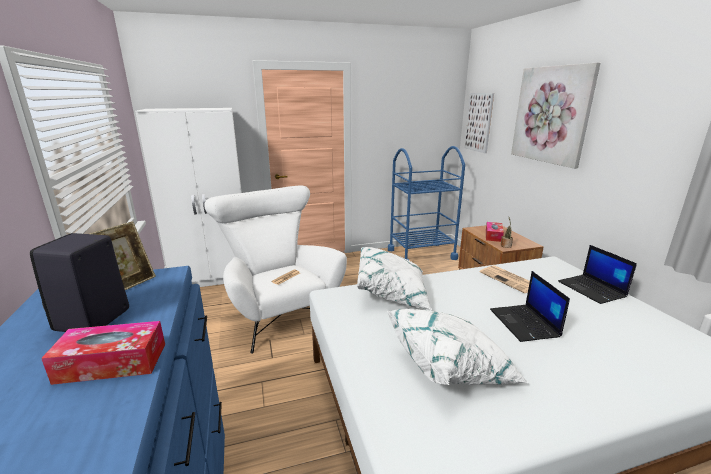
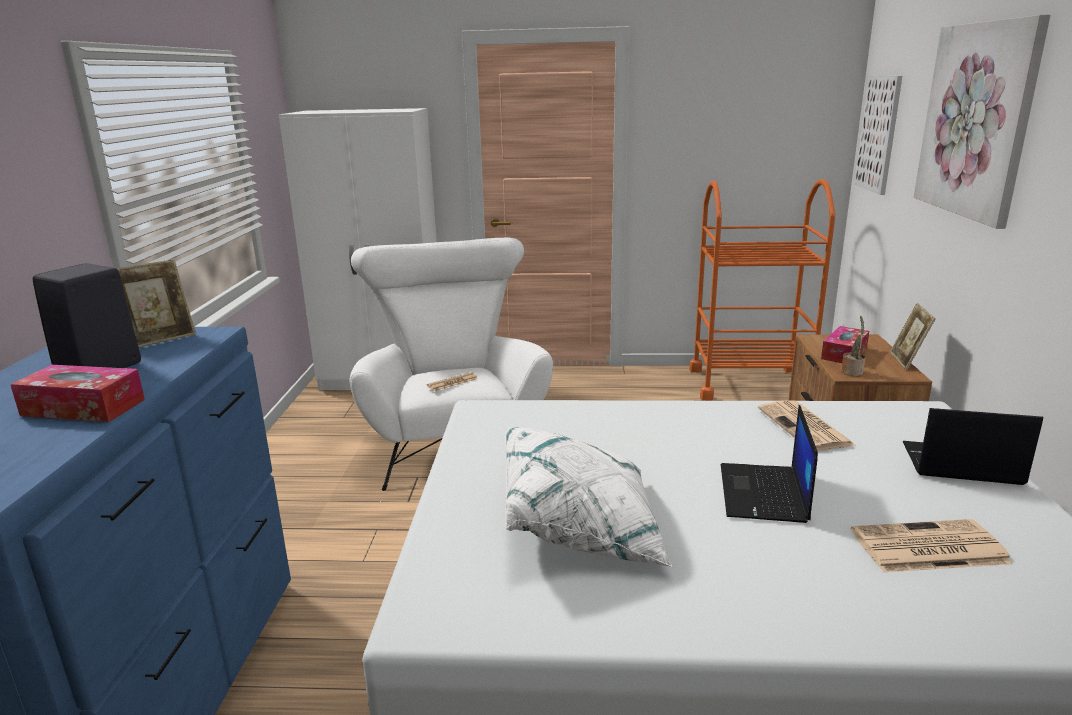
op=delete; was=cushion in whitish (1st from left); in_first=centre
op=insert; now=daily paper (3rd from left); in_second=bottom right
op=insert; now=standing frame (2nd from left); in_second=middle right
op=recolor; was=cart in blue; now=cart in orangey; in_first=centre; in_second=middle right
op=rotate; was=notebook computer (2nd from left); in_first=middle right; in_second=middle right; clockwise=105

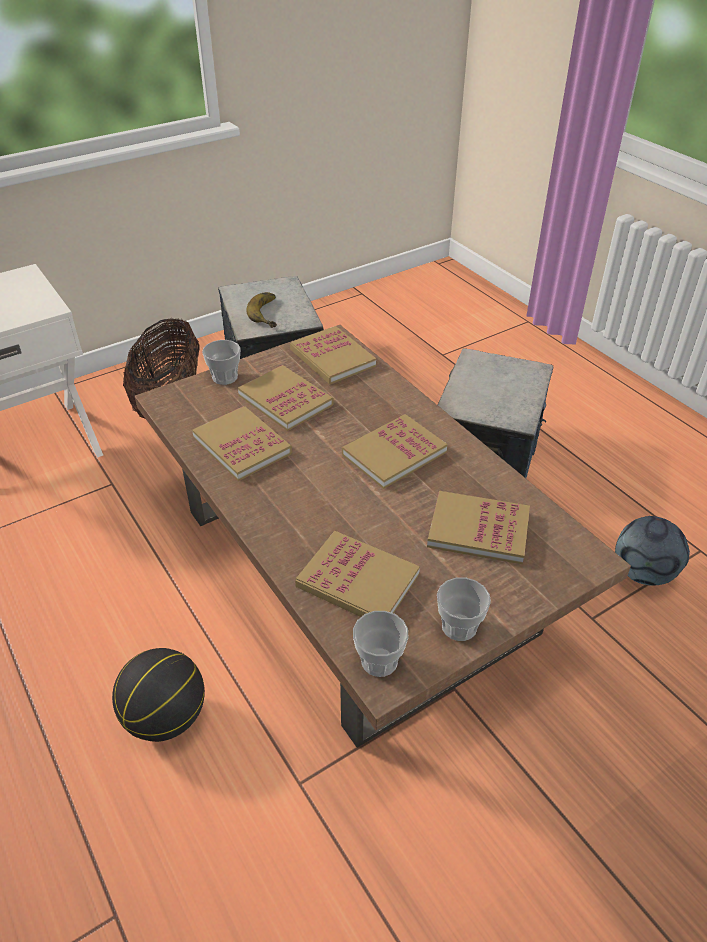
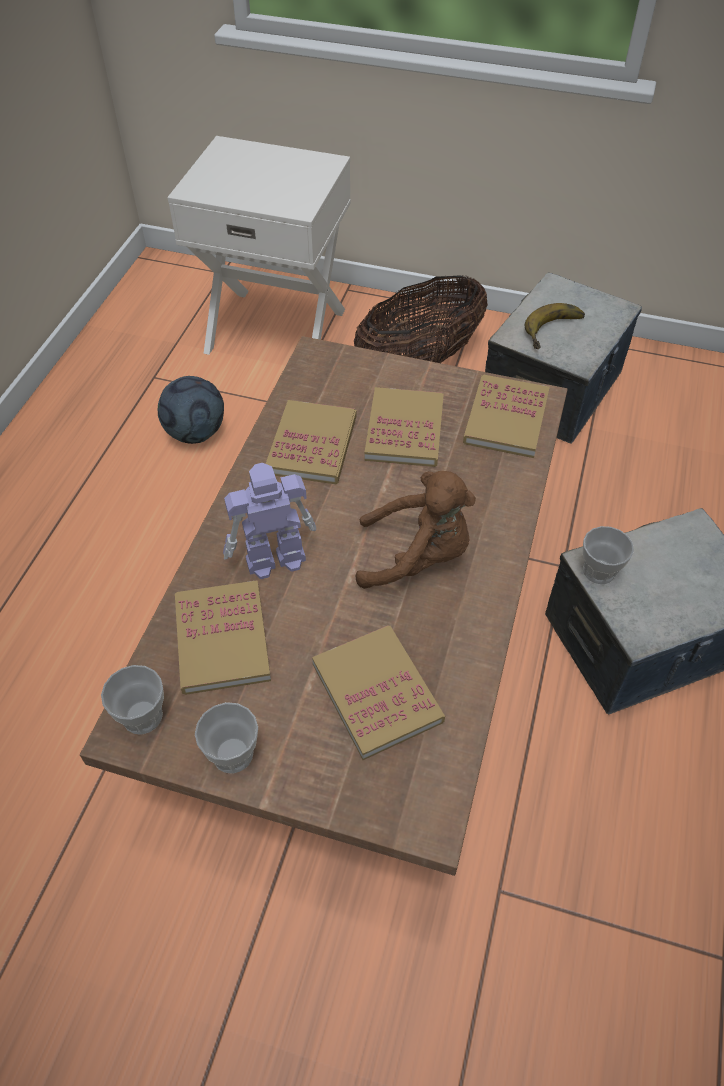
op=delete; was=basketball ball; in_first=bottom left
op=insert; now=robot figure; in_second=centre
op=move; was=drinking cup (1st from left in the first image); now=drinking cup (3rd from left); in_first=middle left; in_second=middle right
op=move; was=ball for football; in_first=middle right; in_second=middle left
op=replace; was=book (5th from left); now=soft toy in brown; in_first=centre; in_second=centre

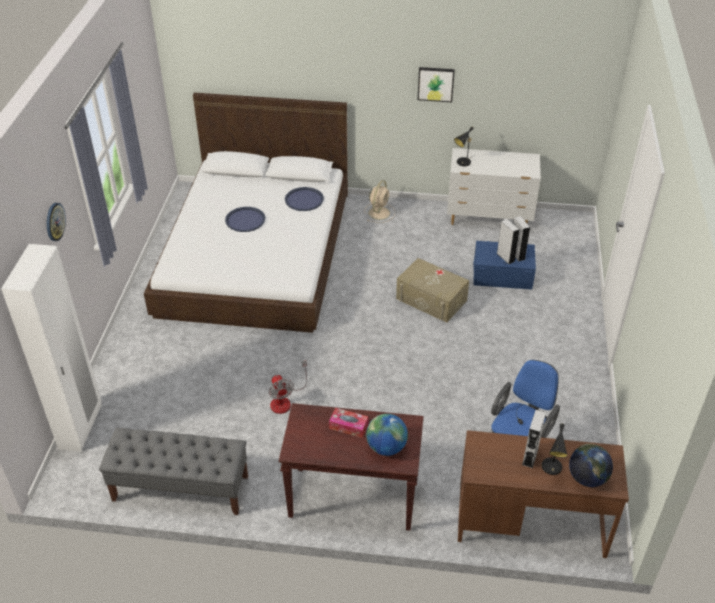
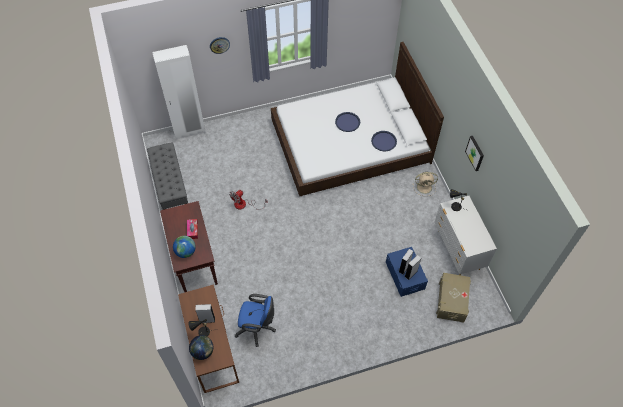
op=move; was=storage box in sand-coloured; in_first=centre; in_second=bottom right

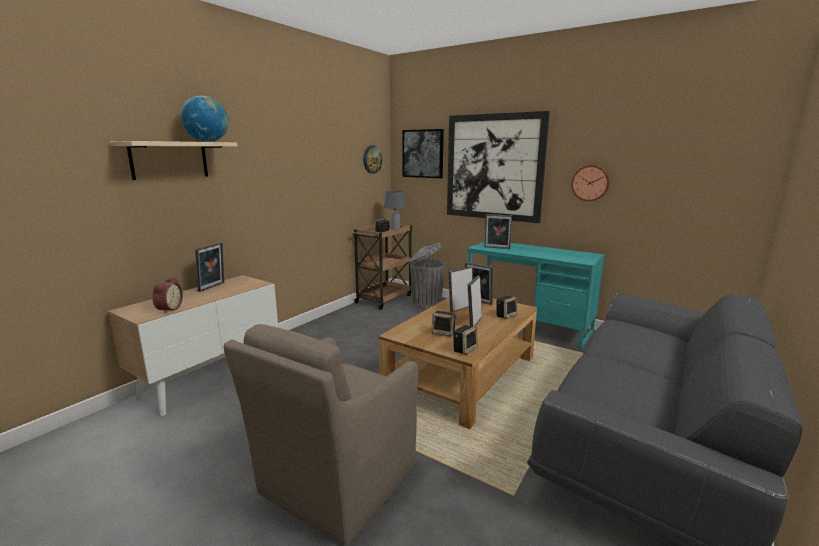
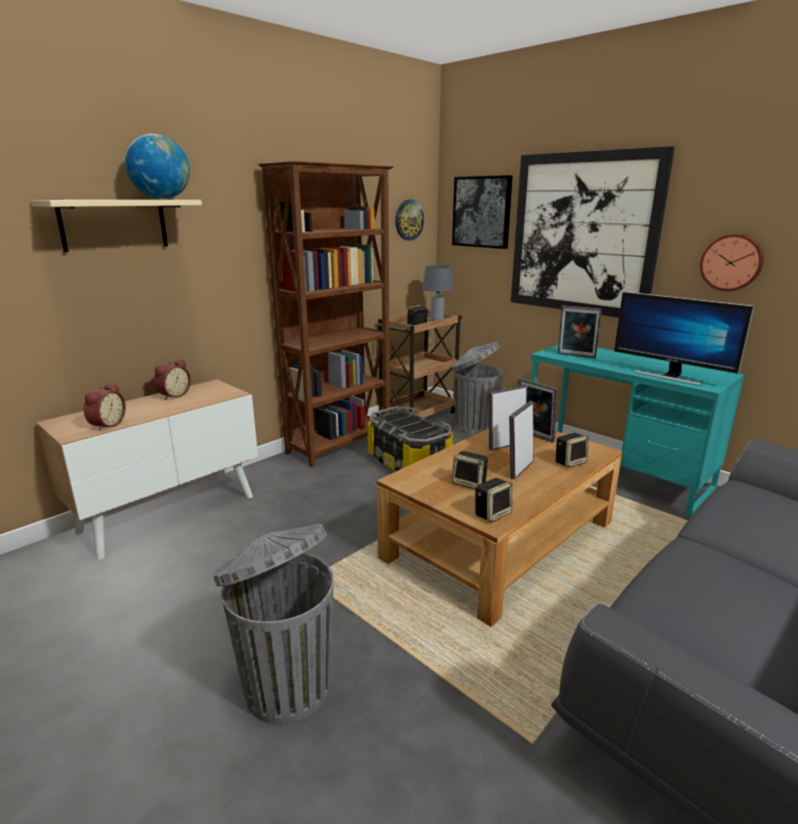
op=insert; now=bookshelf in brown; in_second=centre
op=insert; now=storage box; in_second=centre
op=insert; now=monitor; in_second=middle right
op=replace; was=standing frame (1st from left); now=alarm clock (2nd from left); in_first=middle left; in_second=middle left
op=replace; was=lounge chair in brown; now=waste bin in greyish (1st from left); in_first=bottom centre; in_second=bottom centre

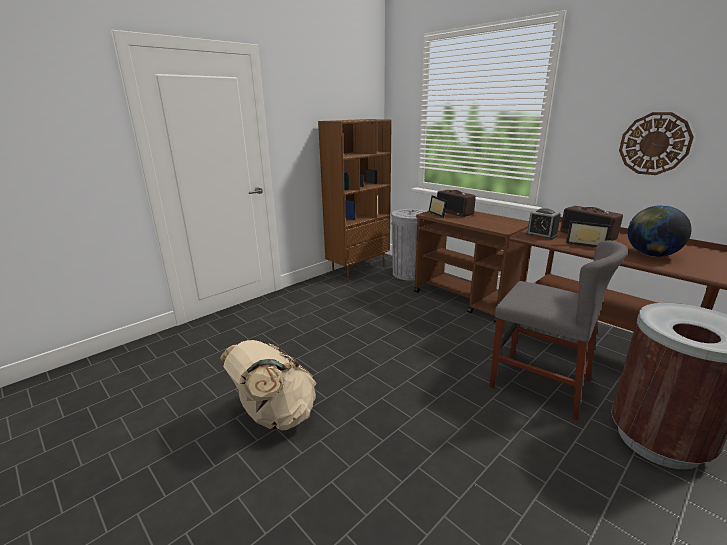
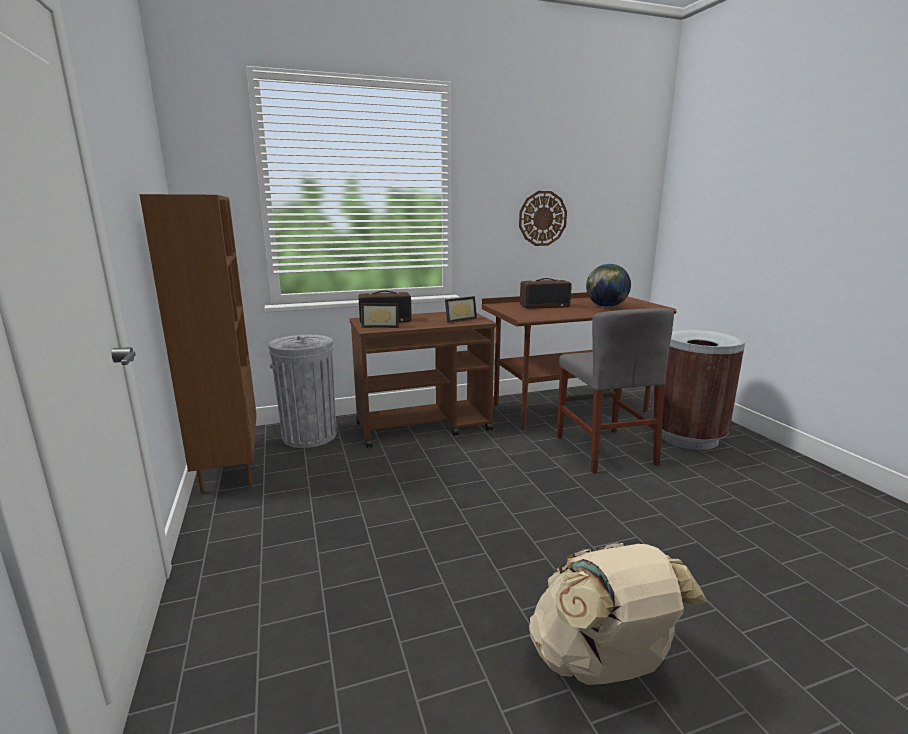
op=delete; was=alarm clock; in_first=middle right
op=move; was=standing frame (2nd from left); in_first=middle right; in_second=centre
op=rotate; was=plain chair in greyish; in_first=middle right; in_second=middle right; clockwise=105

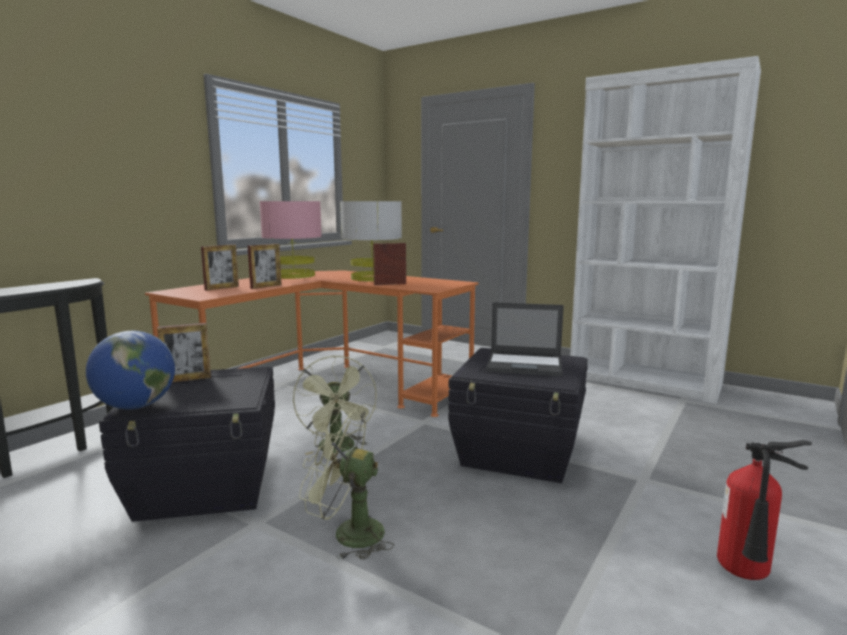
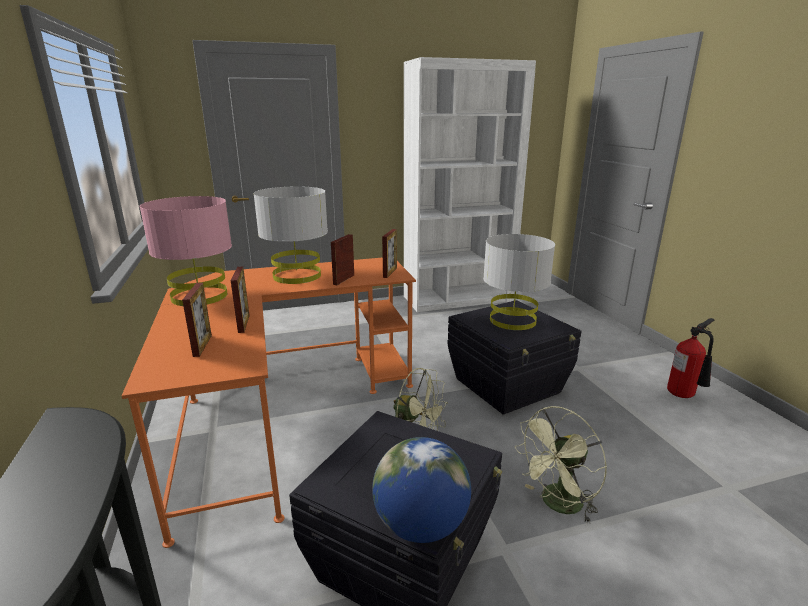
op=move; was=standing frame (1st from left in the first image); now=standing frame (4th from left); in_first=middle left; in_second=centre
op=replace; was=notebook computer; now=tabletop lamp in greyish (2nd from left); in_first=centre; in_second=centre

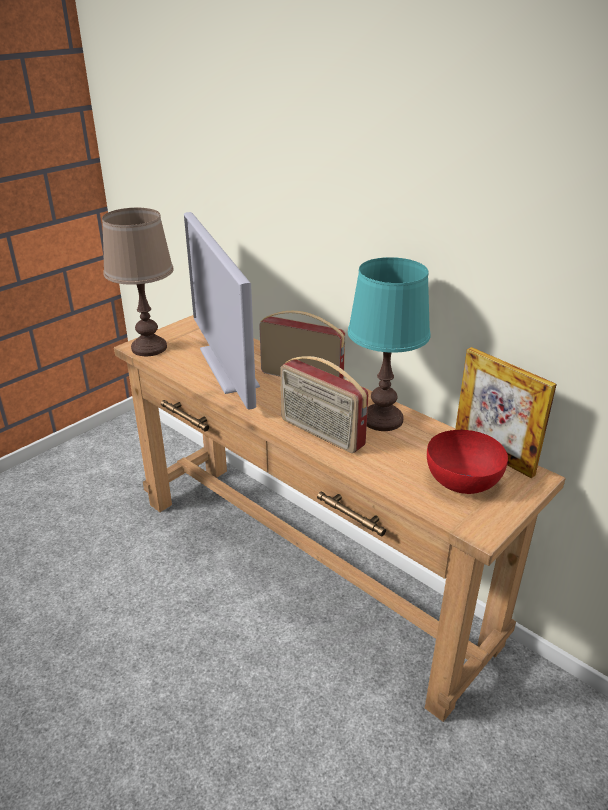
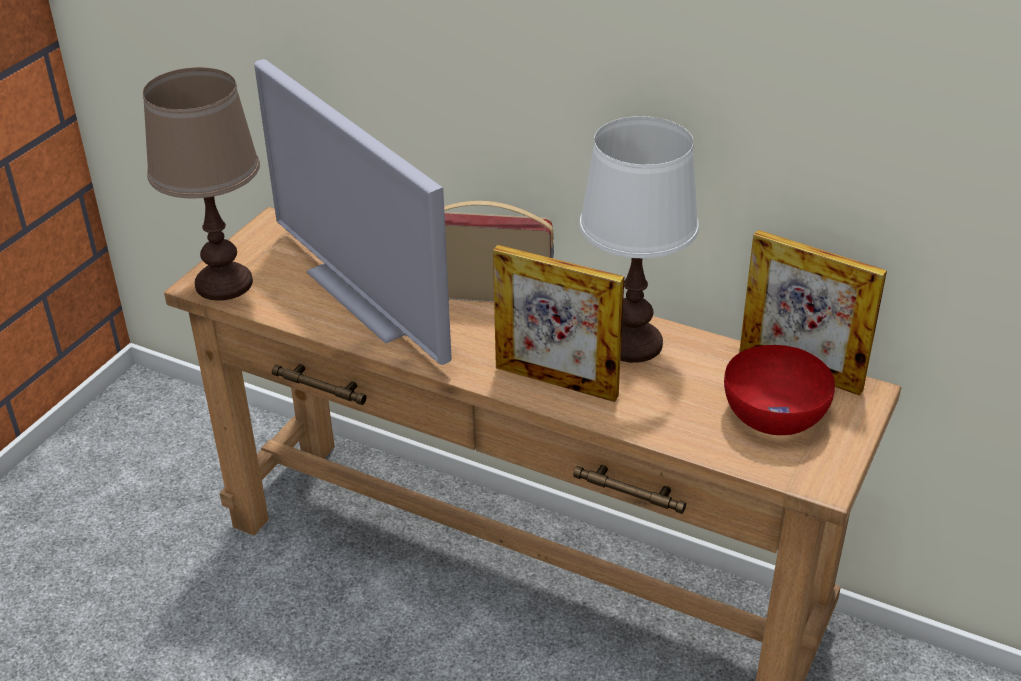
op=replace; was=radio receiver (2nd from left); now=standing frame (1st from left); in_first=centre; in_second=centre
op=recolor; was=tabletop lamp in turquoise; now=tabletop lamp in whitish; in_first=centre; in_second=centre

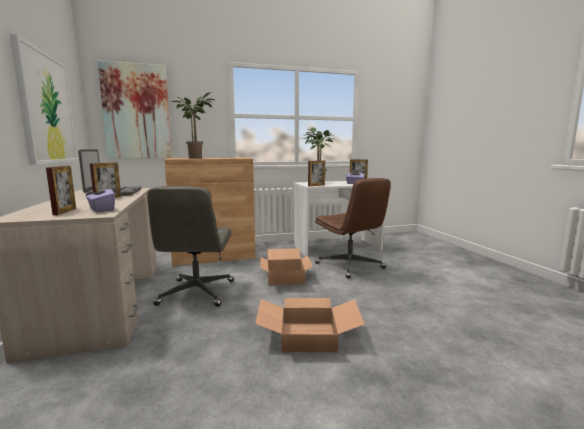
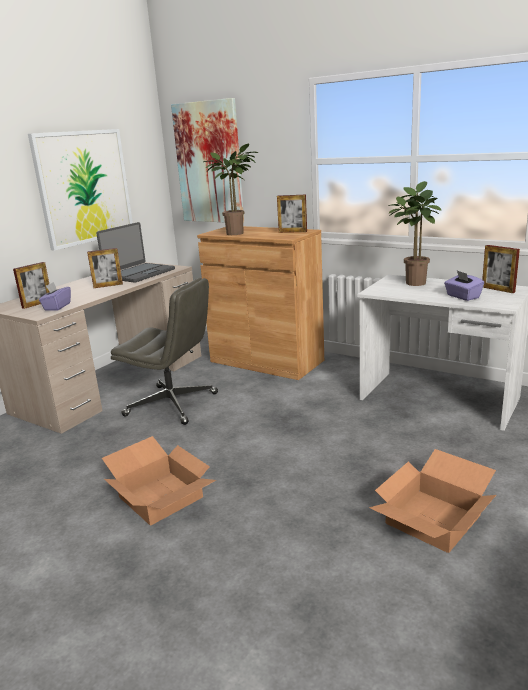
op=delete; was=computer chair in brown; in_first=centre
op=move; was=carton (1st from left in the first image); now=carton (2nd from left); in_first=centre; in_second=bottom right
op=move; was=standing frame (3rd from left); in_first=centre; in_second=top centre
op=rotate; was=computer chair in greyish; in_first=middle left; in_second=middle left; clockwise=-120

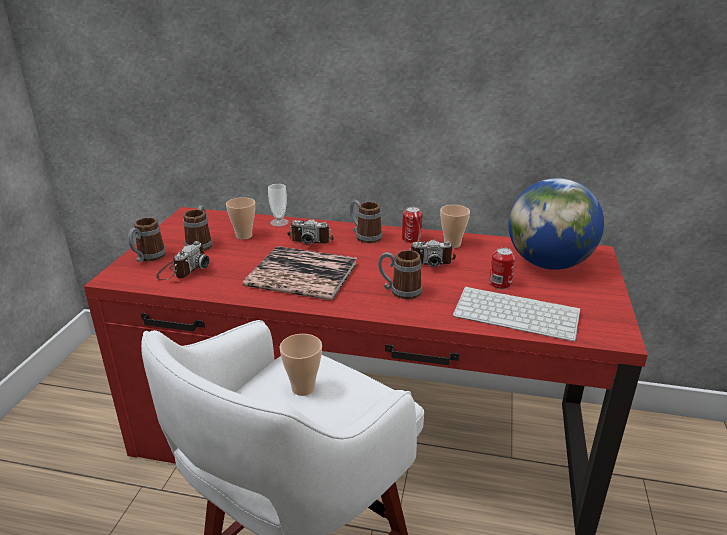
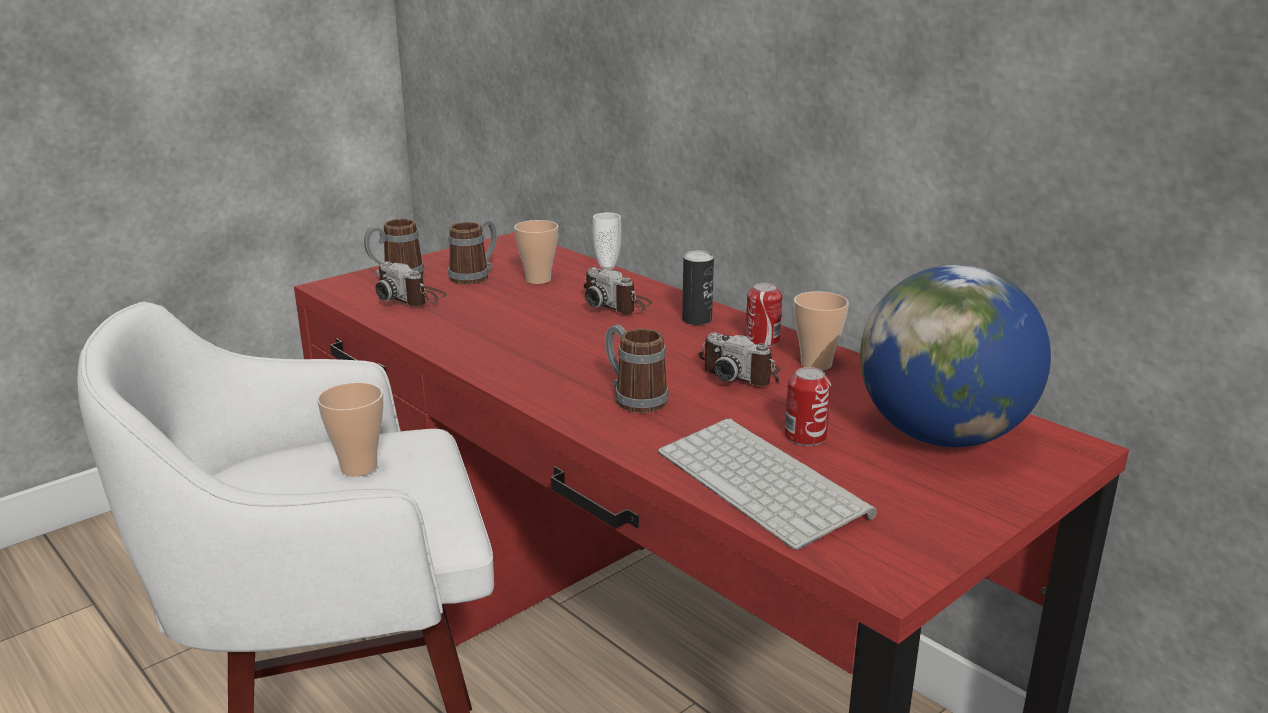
op=delete; was=book; in_first=centre
op=replace; was=coffee mug (3rd from left); now=can (1st from left); in_first=centre; in_second=centre
op=rotate; was=photo camera (1st from left); in_first=middle left; in_second=middle left; clockwise=75

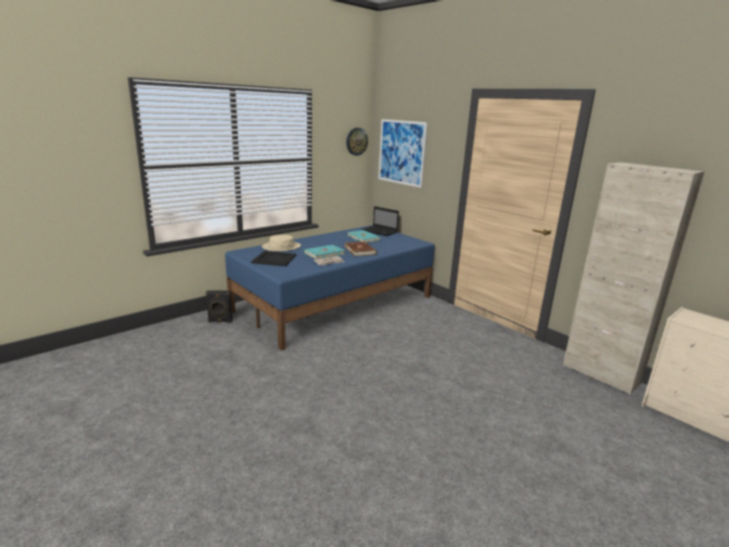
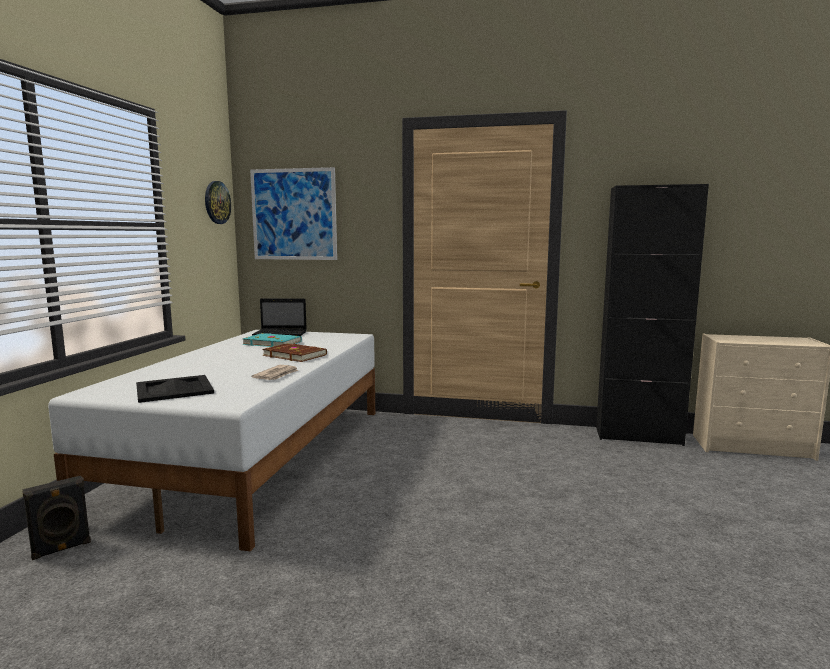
op=delete; was=hat in sand-coloured; in_first=centre
op=delete; was=book in turquoise (1st from left); in_first=centre
op=recolor; was=sleeping bed in blue; now=sleeping bed in whitish; in_first=centre; in_second=middle left
op=recolor; was=cupboard in sand-coloured; now=cupboard in black-coloured; in_first=middle right; in_second=middle right

